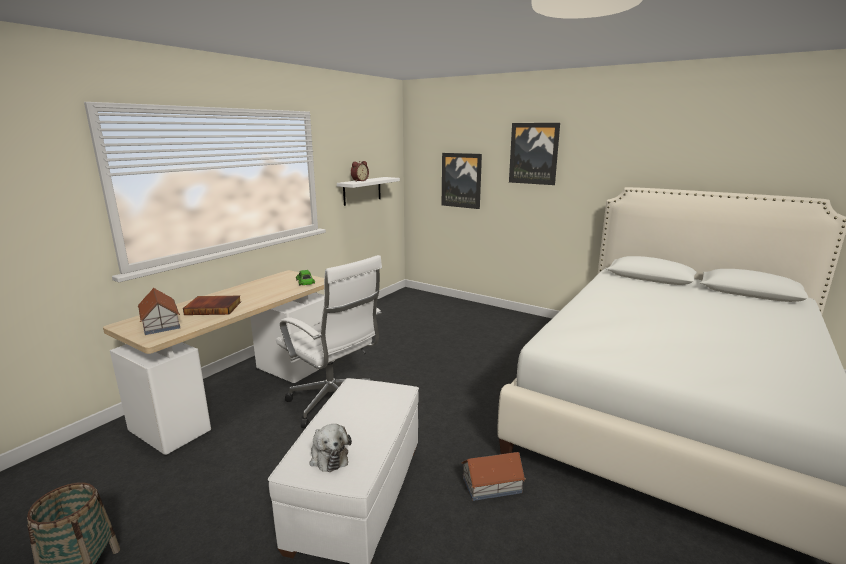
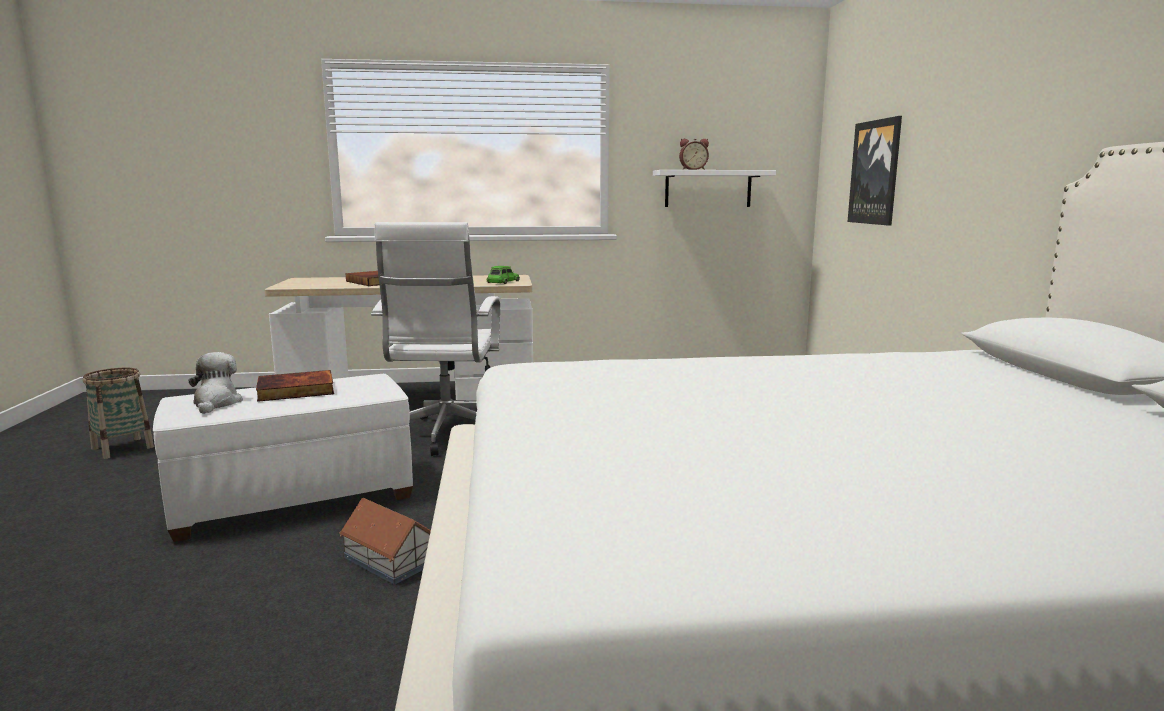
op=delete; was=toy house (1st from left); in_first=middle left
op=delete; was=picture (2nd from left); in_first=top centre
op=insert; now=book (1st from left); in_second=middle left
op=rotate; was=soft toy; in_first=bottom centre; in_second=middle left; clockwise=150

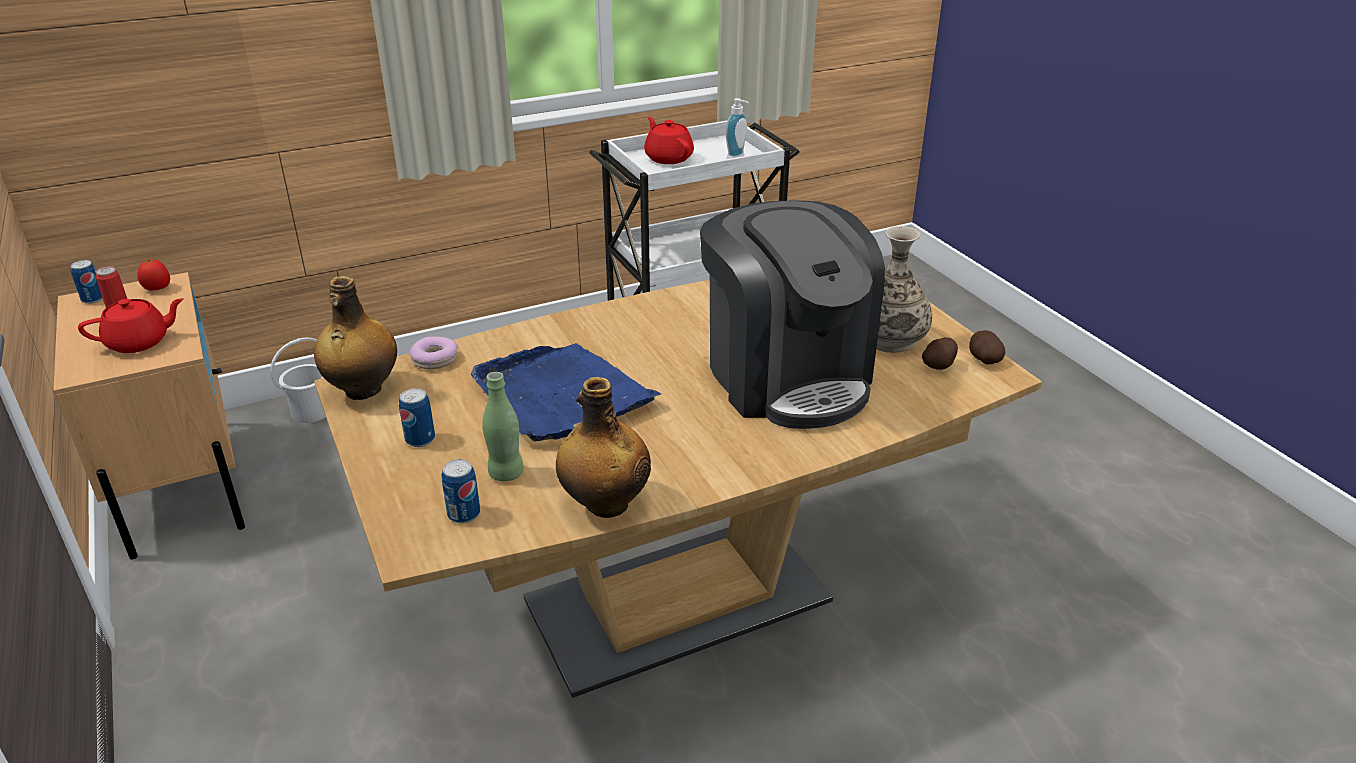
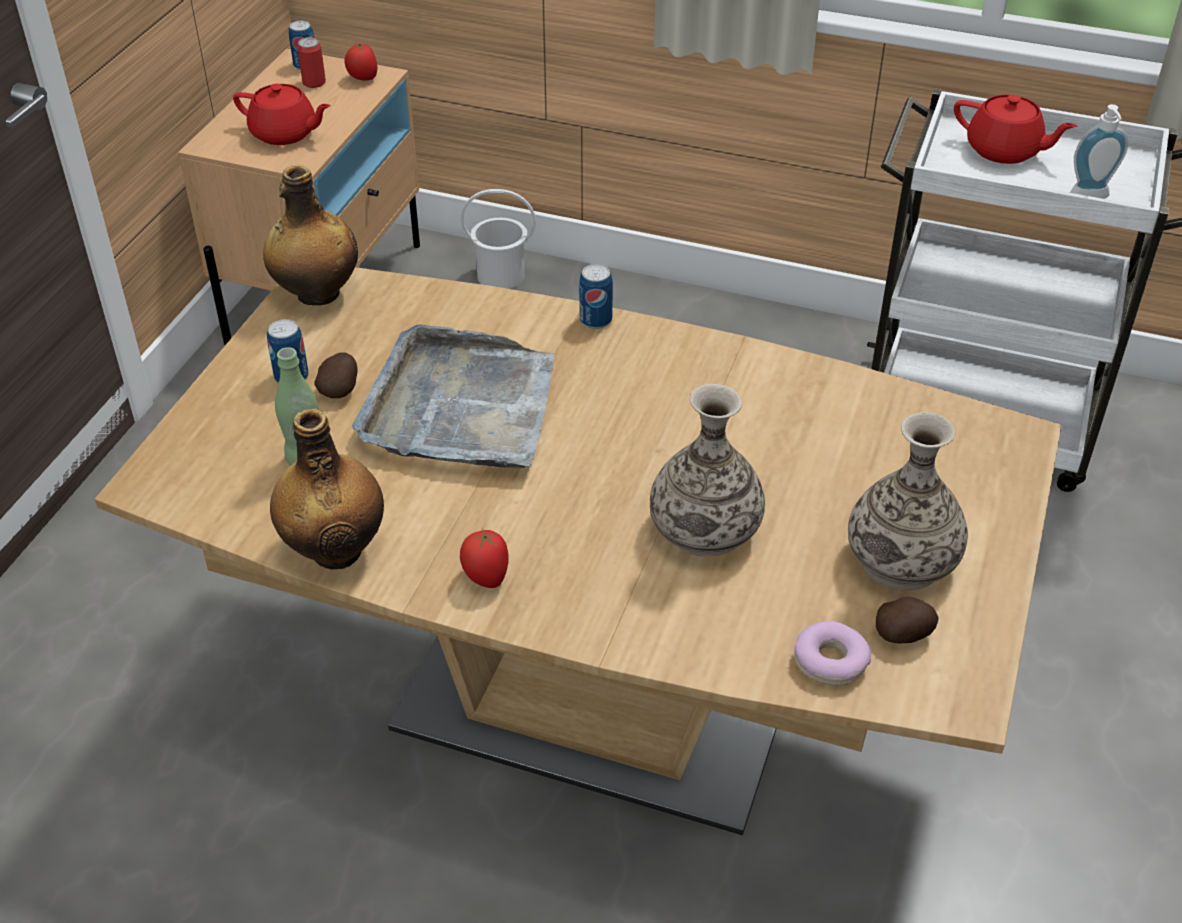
op=insert; now=whole tomato (2nd from left); in_second=centre
op=move; was=ring doughnut; in_first=middle left; in_second=bottom right
op=move; was=can (4th from left); in_first=centre; in_second=top centre
op=move; was=potato (2nd from left in the first image); now=potato (1st from left); in_first=middle right; in_second=middle left
op=replace; was=coffee machine; now=decorative vase (1st from left); in_first=centre; in_second=centre
op=recolor; was=serving tray in blue; now=serving tray in greyish; in_first=centre; in_second=centre
op=rotate; was=teapot in red-coloured (2nd from left); in_first=top centre; in_second=top right; clockwise=105

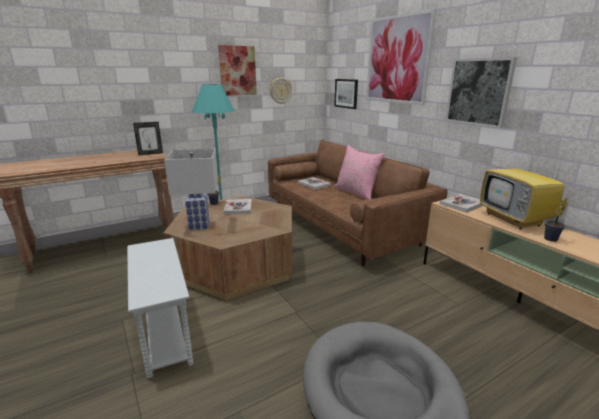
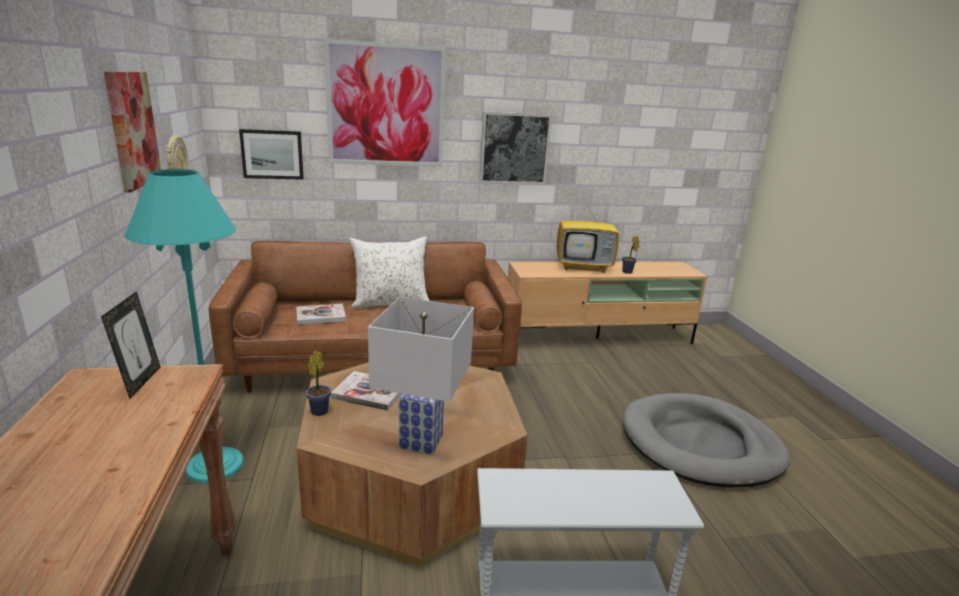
op=delete; was=book (3rd from left); in_first=middle right
op=recolor; was=cushion in pink-coloured; now=cushion in whitish; in_first=centre; in_second=centre

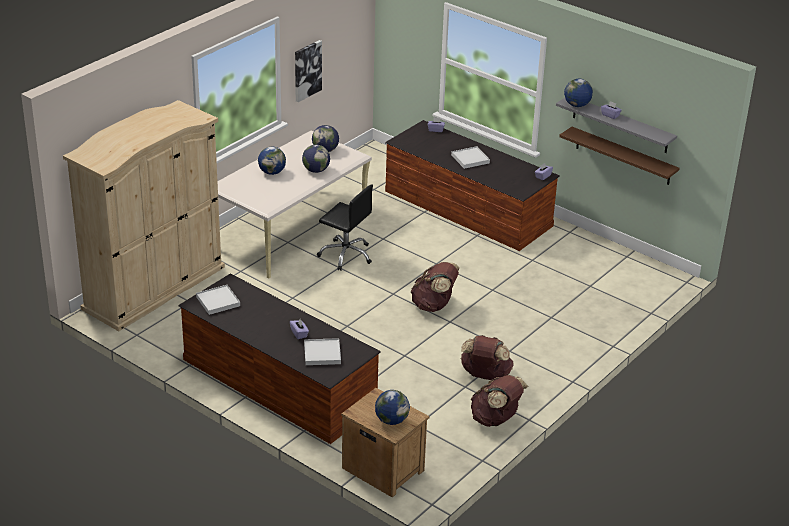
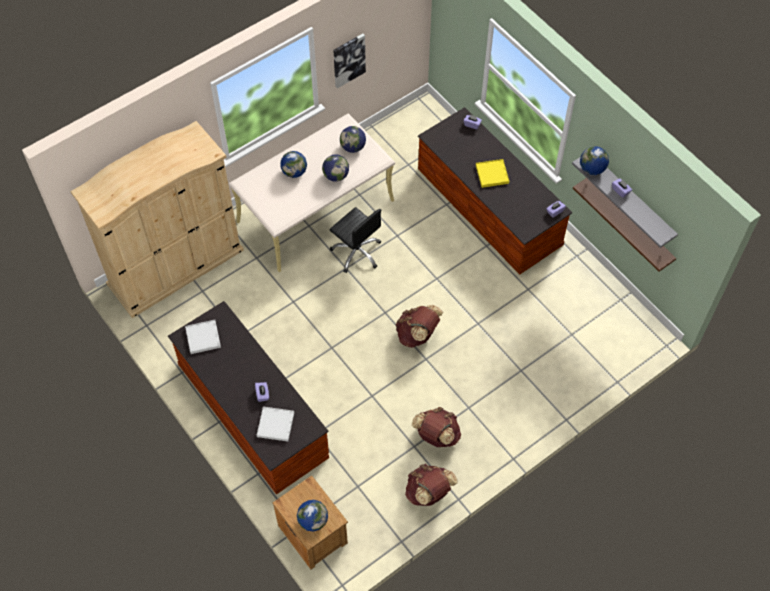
op=recolor; was=serving tray in whitish (3rd from left); now=serving tray in yellowish; in_first=top centre; in_second=top centre

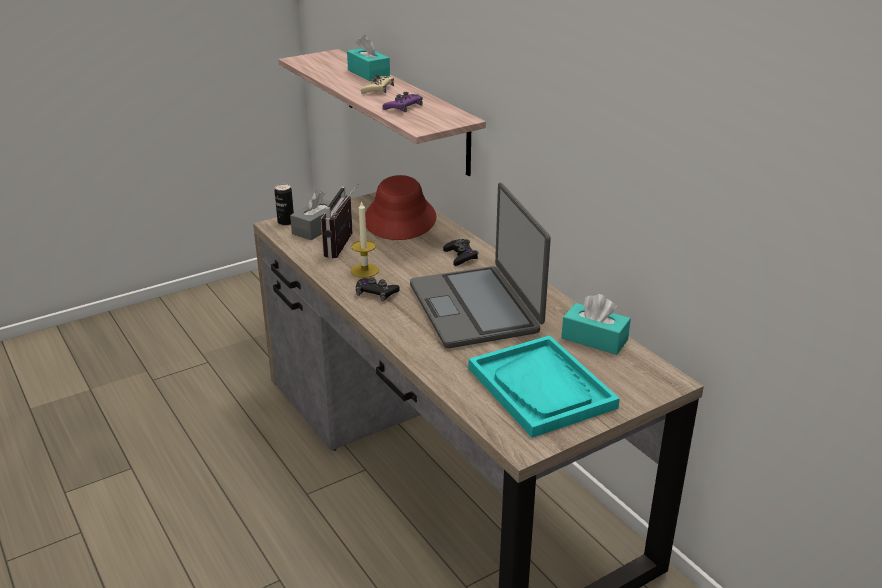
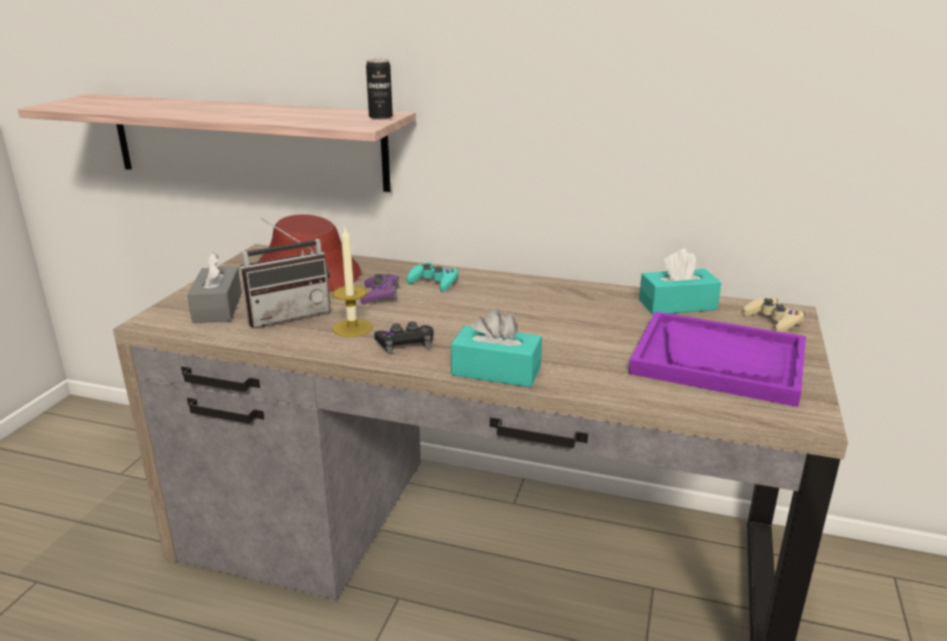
op=delete; was=notebook computer; in_first=centre
op=move; was=can; in_first=middle left; in_second=top centre
op=move; was=box of tissues in turquoise (1st from left); in_first=top centre; in_second=centre
op=move; was=gamepad in sand-coloured; in_first=top centre; in_second=middle right
op=move; was=gamepad in purplish; in_first=top centre; in_second=centre
op=recolor; was=gamepad in black-coloured (2nd from left); now=gamepad in turquoise; in_first=centre; in_second=centre
op=recolor; was=serving tray in turquoise; now=serving tray in purplish; in_first=centre; in_second=middle right
op=rotate; was=radio receiver; in_first=centre; in_second=middle left; clockwise=-90

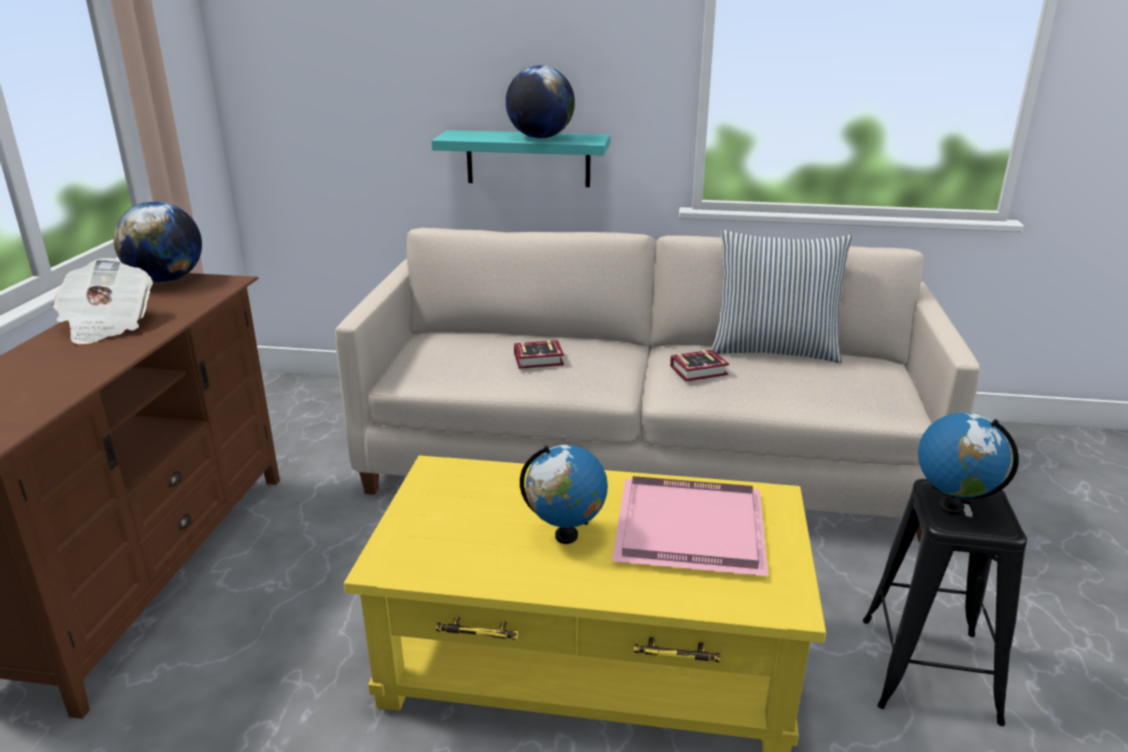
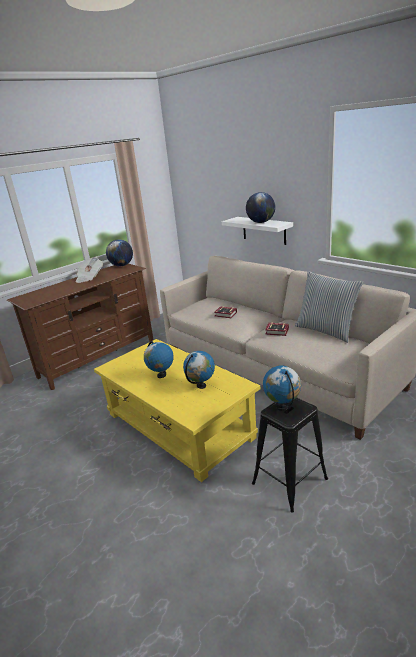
op=replace; was=serving tray in pink-coloured; now=world globe (3rd from left); in_first=bottom centre; in_second=centre
op=recolor; was=shelf in turquoise; now=shelf in whitish; in_first=top centre; in_second=centre

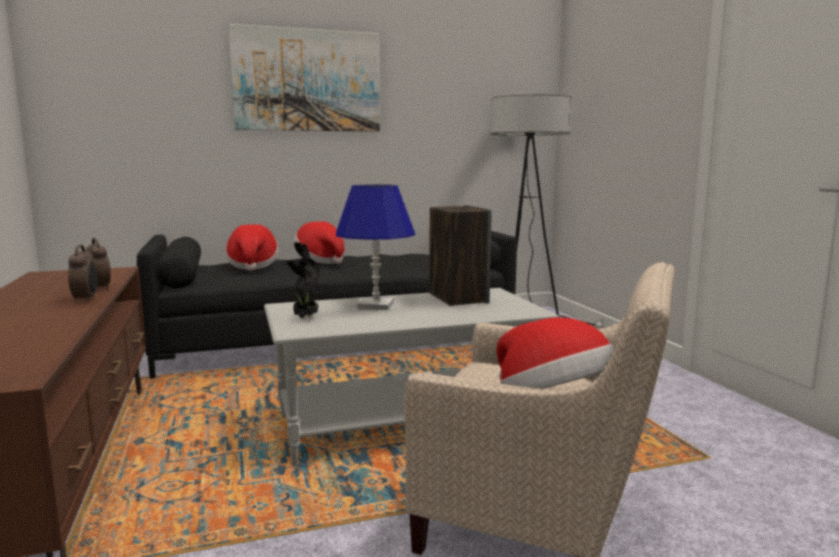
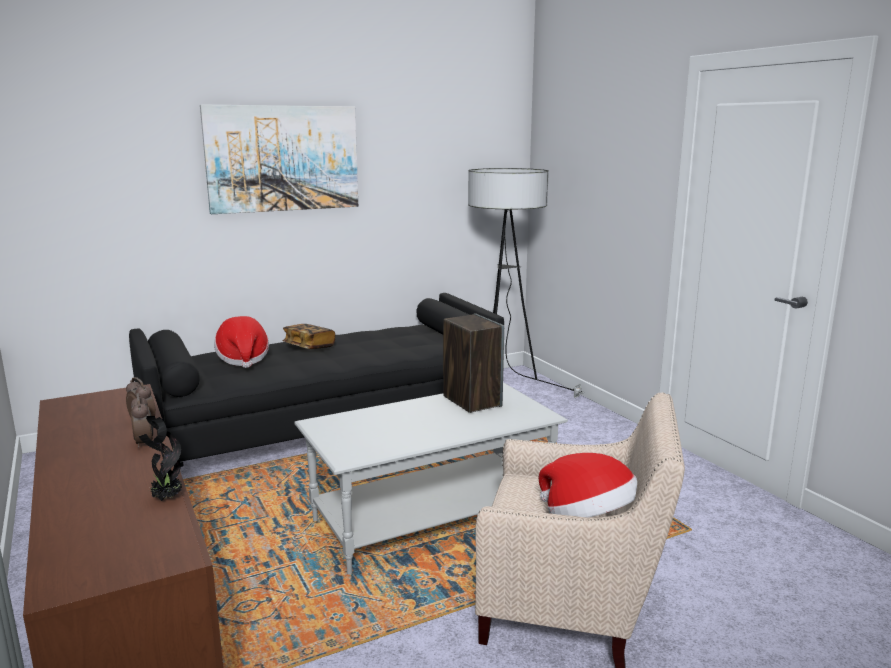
op=delete; was=tabletop lamp in blue; in_first=centre
op=move; was=potted plant; in_first=centre; in_second=bottom left
op=replace; was=hat (2nd from left); now=book; in_first=centre; in_second=centre

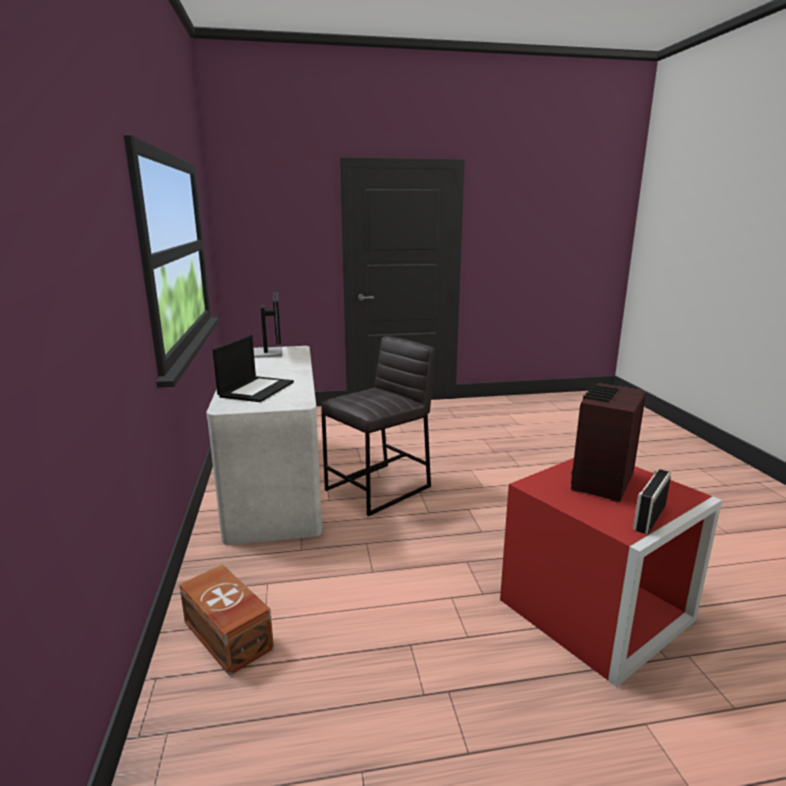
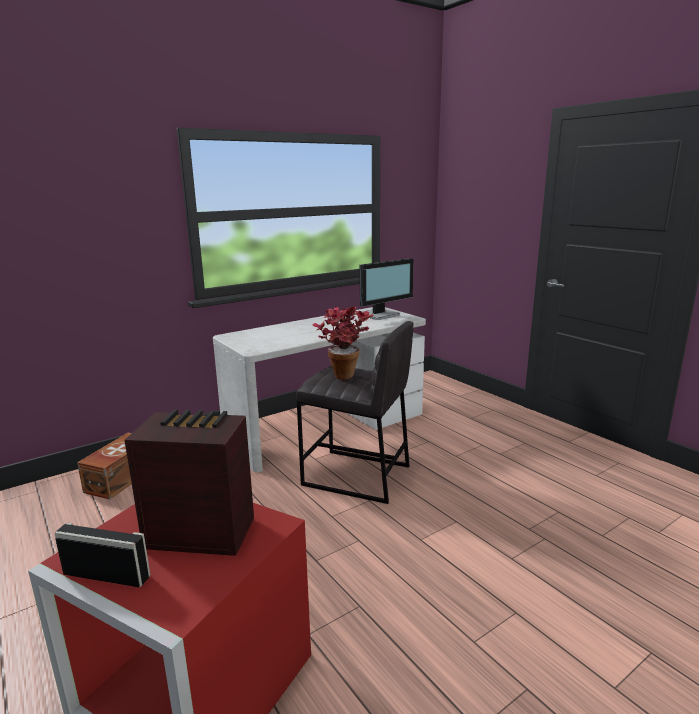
op=delete; was=notebook computer; in_first=middle left
op=insert; now=potted plant; in_second=centre

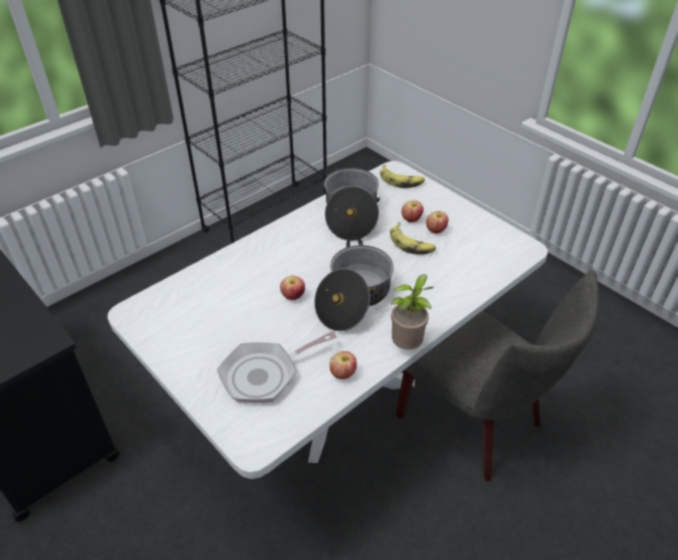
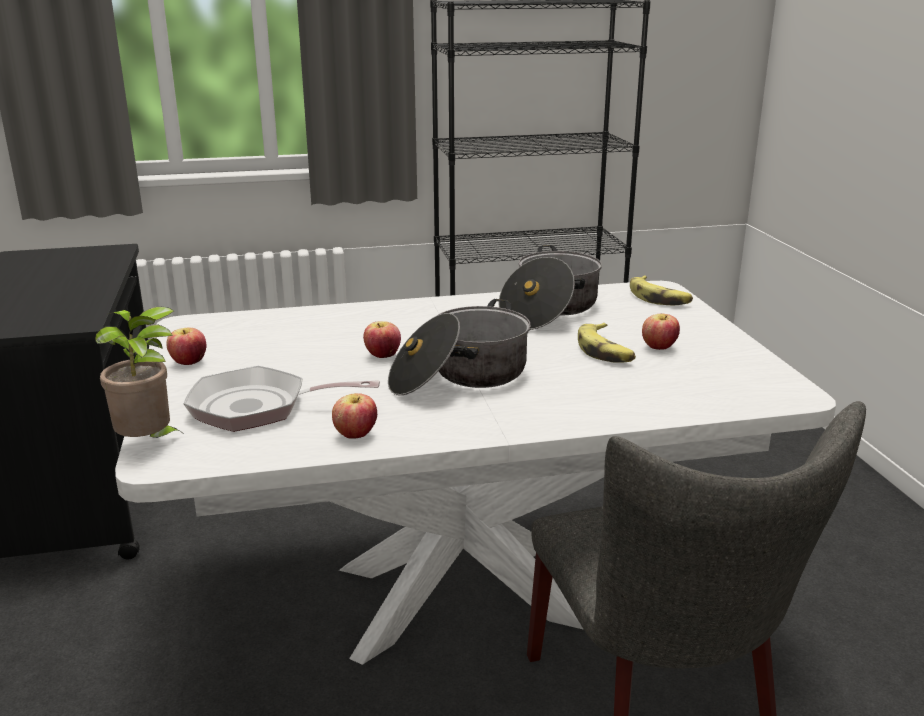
op=move; was=potted plant; in_first=centre; in_second=middle left
op=move; was=apple (3rd from left in the first image); now=apple (1st from left); in_first=centre; in_second=middle left

